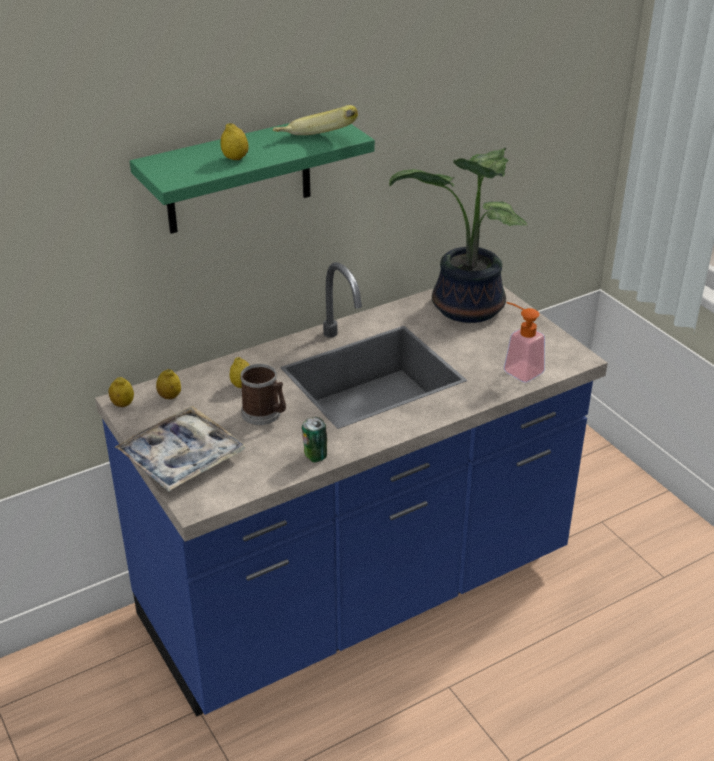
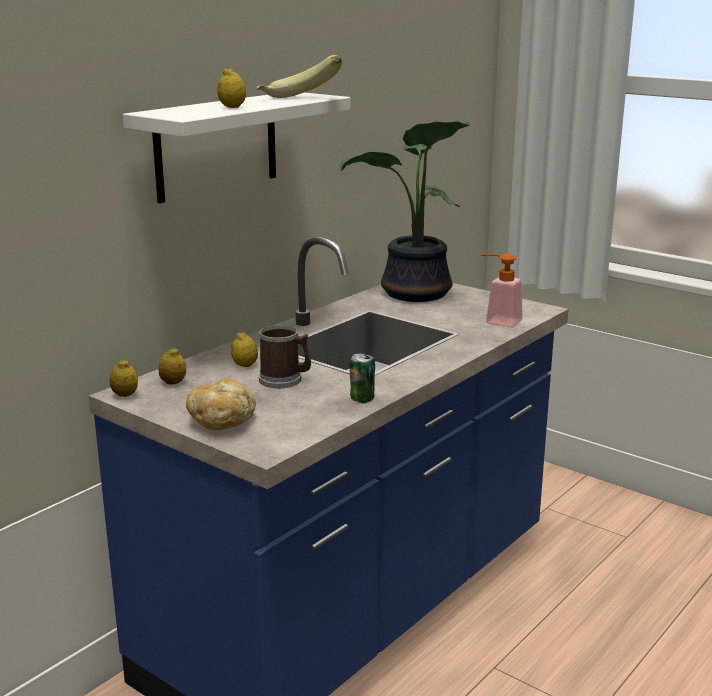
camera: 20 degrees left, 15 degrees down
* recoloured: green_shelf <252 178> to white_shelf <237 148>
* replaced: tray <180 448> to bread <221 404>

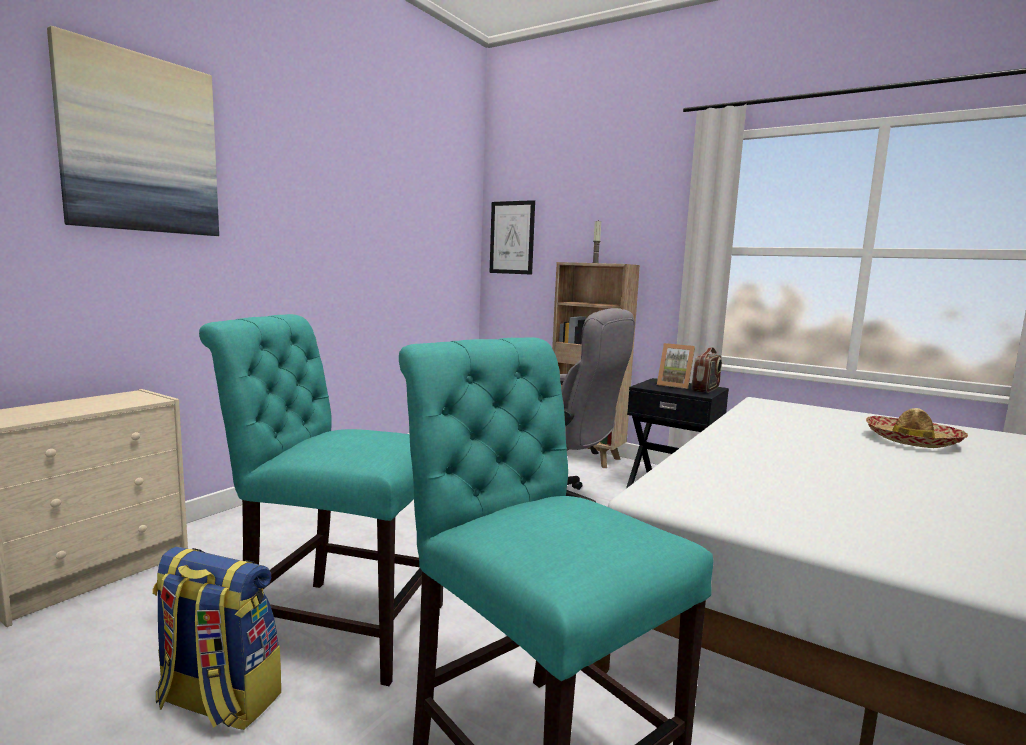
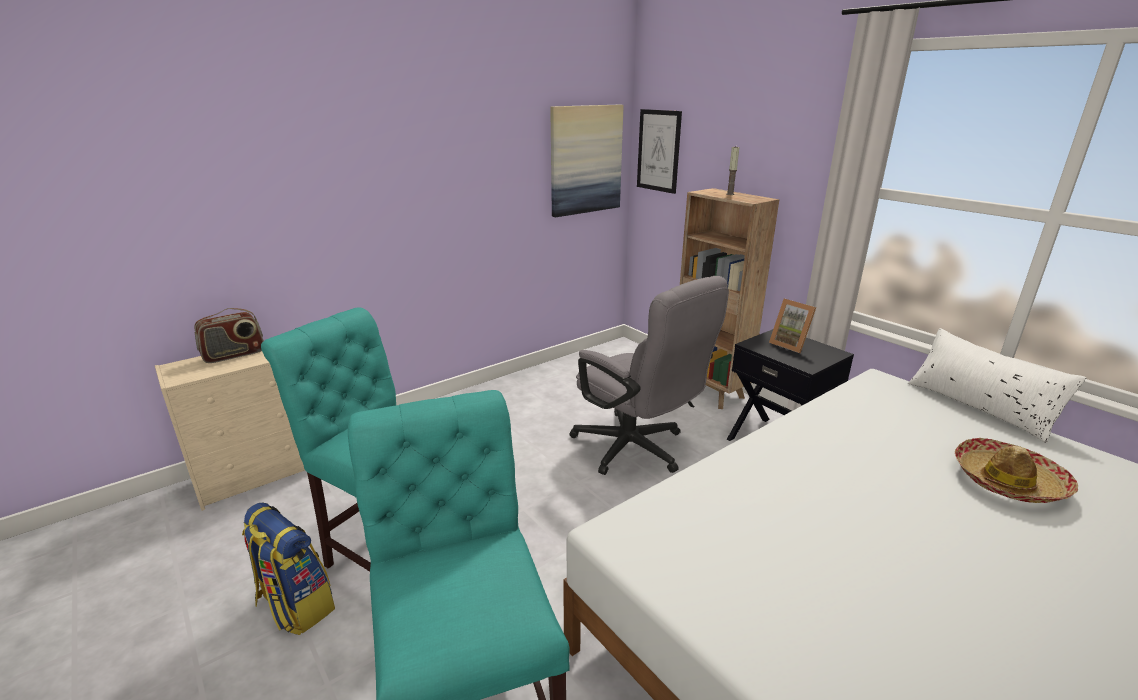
camera: 20 degrees right, 15 degrees up
* moved: radio <706 370> to <229 335>
* moved: picture <133 131> to <587 161>
* added: white_pillow <997 385>

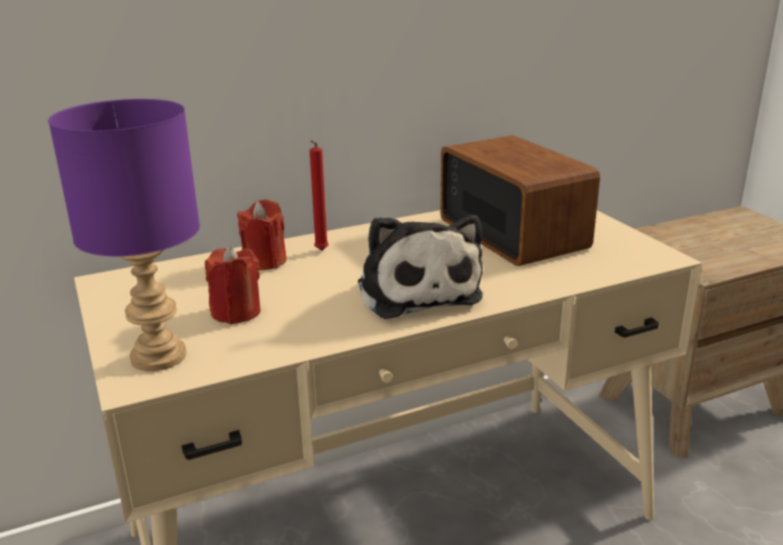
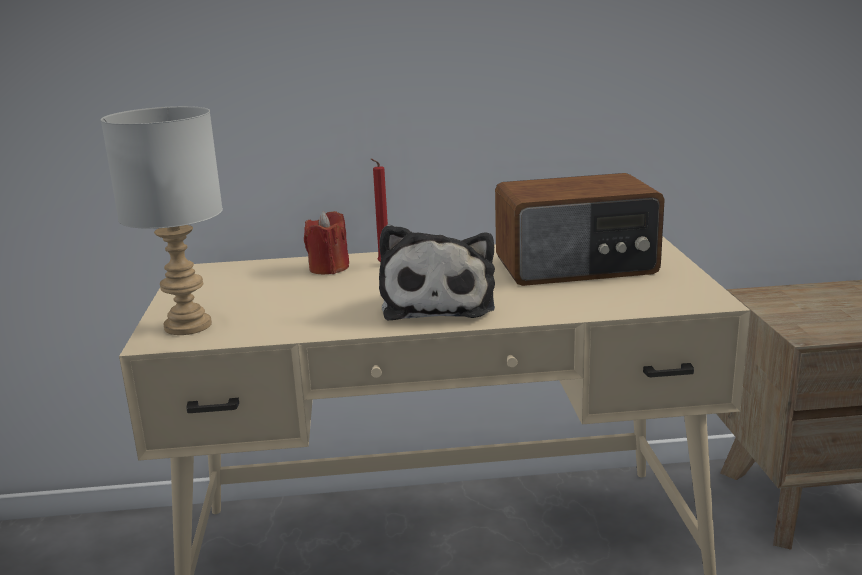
camera: 20 degrees right, 5 degrees down
* recoloured: purple_table_lamp <124 235> to grey_table_lamp <162 220>
* turned: radio <520 200> = <580 229> 90 degrees clockwise
* removed: red_candle <233 284>

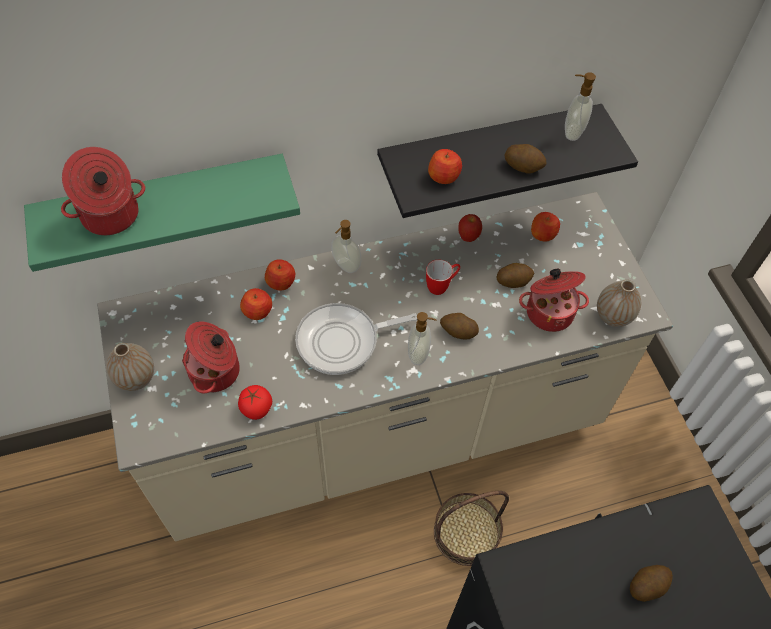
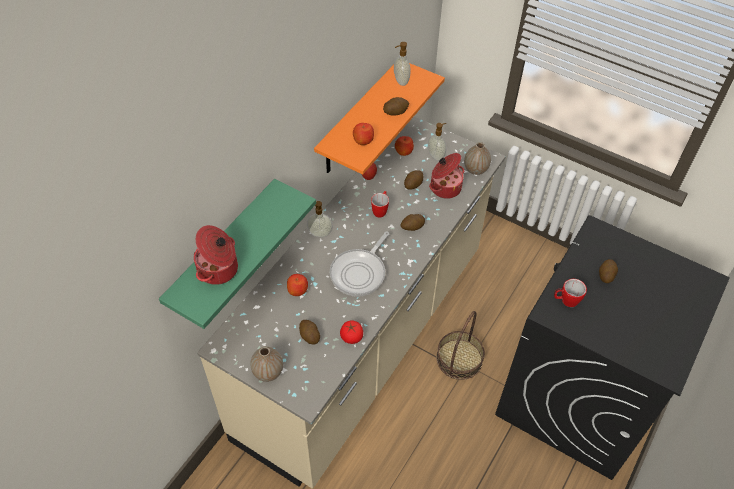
camera: 40 degrees left, 5 degrees down
* replaced: cooking_pot <211 357> to potato <309 332>
* recoloured: black_shelf <507 161> to orange_shelf <379 119>
* moved: soap_dispenser <422 338> to <437 142>
* added: mug <570 293>
* removed: apple <280 275>

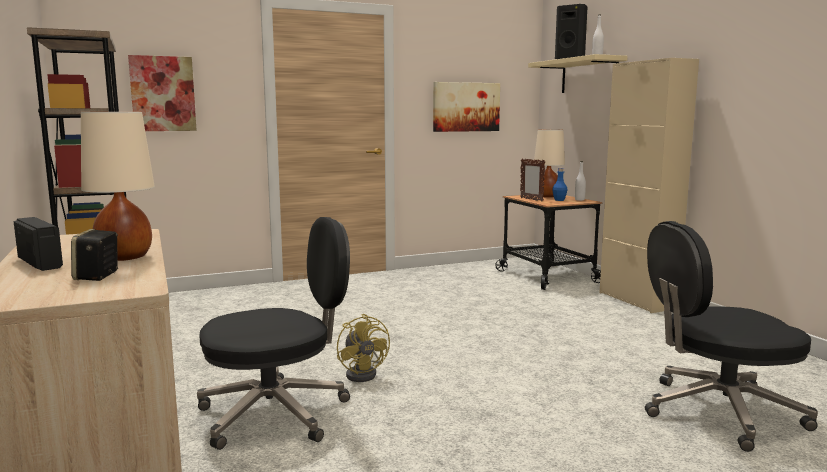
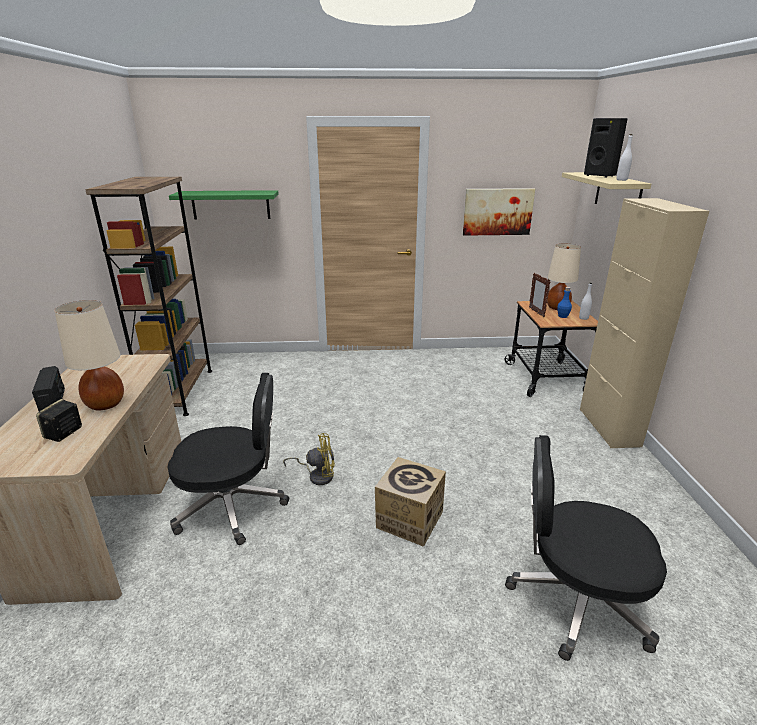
camera: 20 degrees right, 15 degrees up
* replaced: picture <162 93> to green_shelf <224 205>
* turned: yellow_fan <363 348> = <309 459> 90 degrees counterclockwise
* added: cardboard_box <410 502>

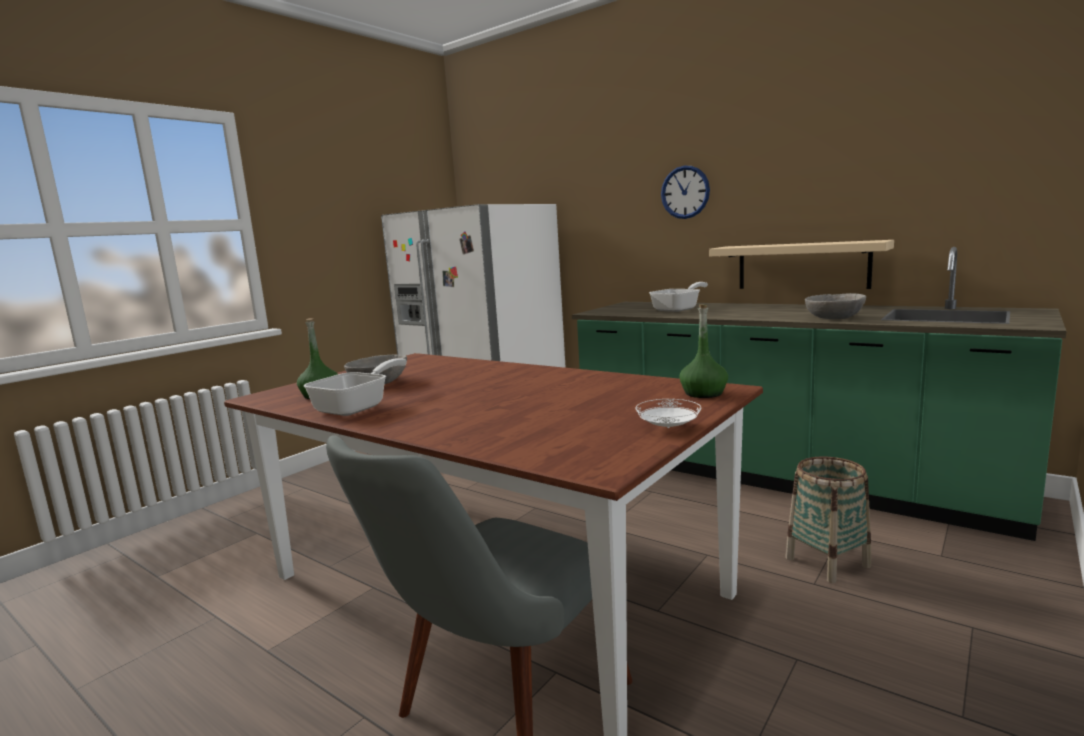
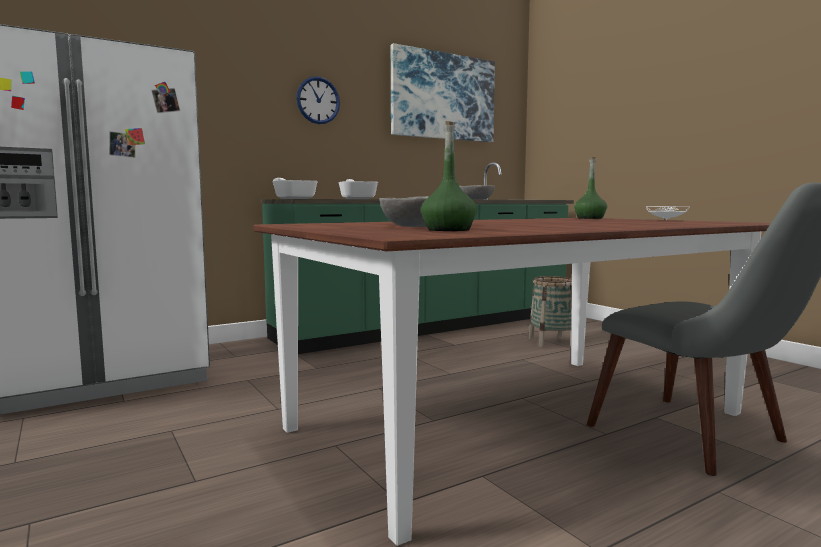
camera: 70 degrees left, 5 degrees down
* moved: frying_pan <355 387> to <295 188>
* added: picture <443 92>
* removed: beige_shelf <801 264>

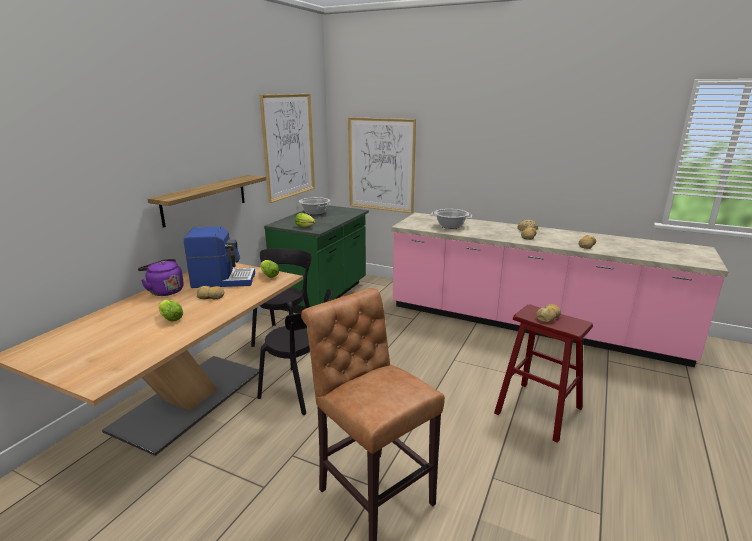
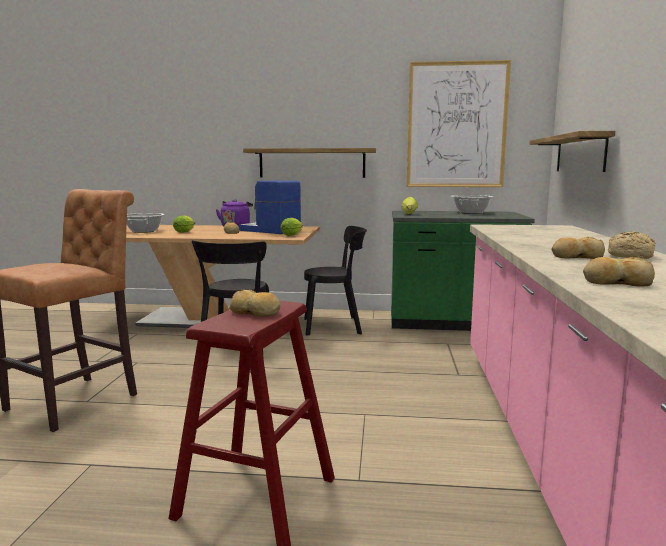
camera: 70 degrees right, 10 degrees down
* moved: cooking_pot <451 219> to <146 223>
* turned: coffee_machine <219 257> = <270 207> 150 degrees clockwise
* replaced: picture <382 165> to shelf <572 151>

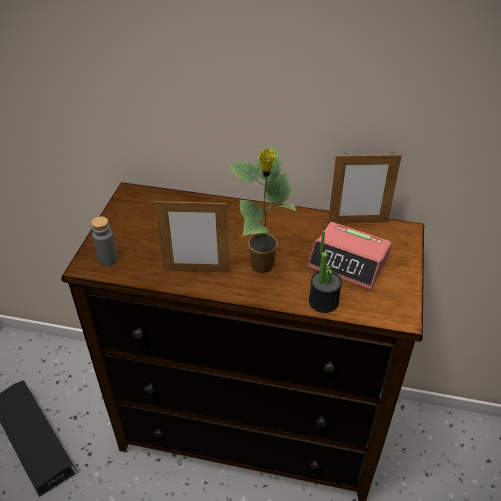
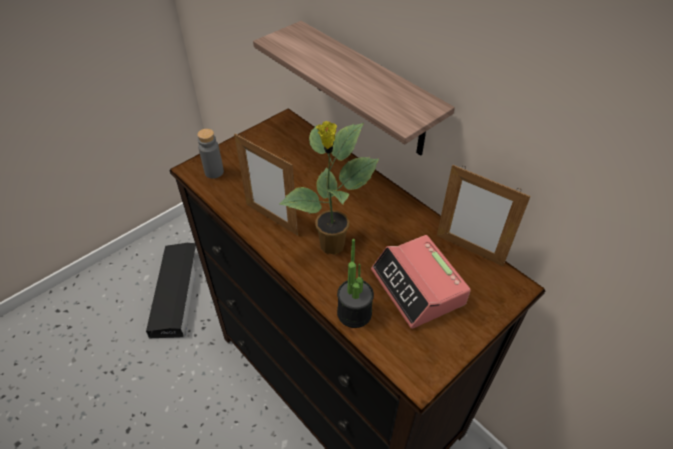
camera: 35 degrees right, 5 degrees up
* added: shelf <354 88>

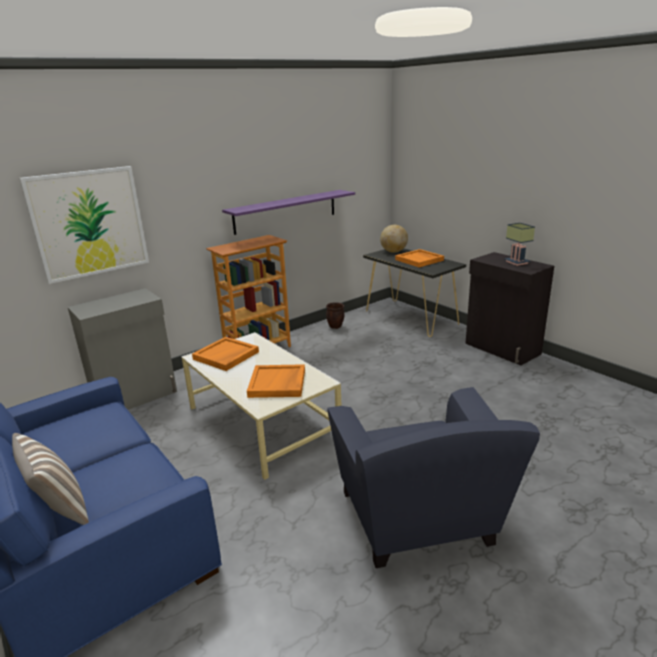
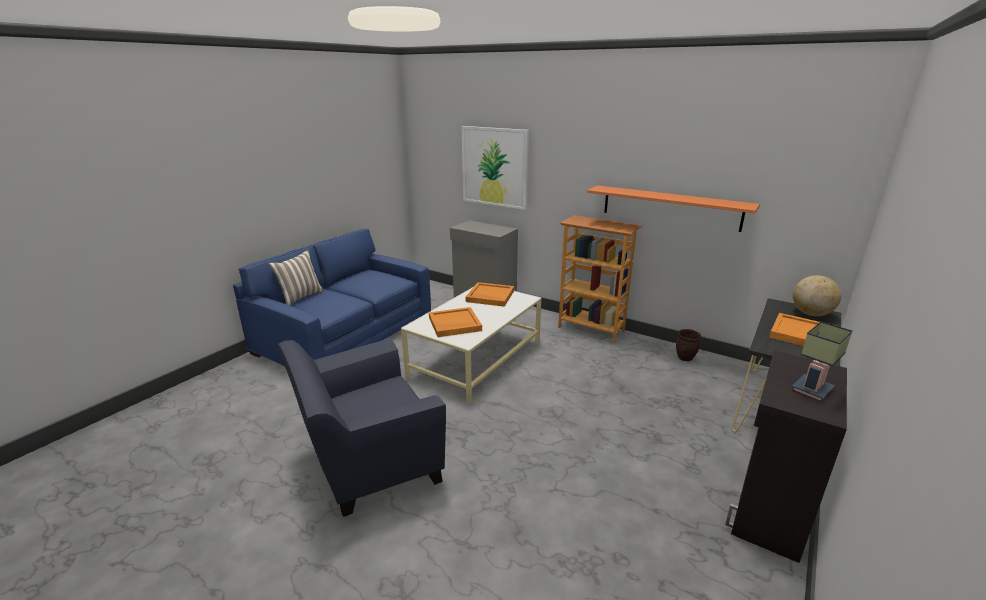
camera: 70 degrees right, 0 degrees up
* recoloured: purple_shelf <288 212> to orange_shelf <673 208>

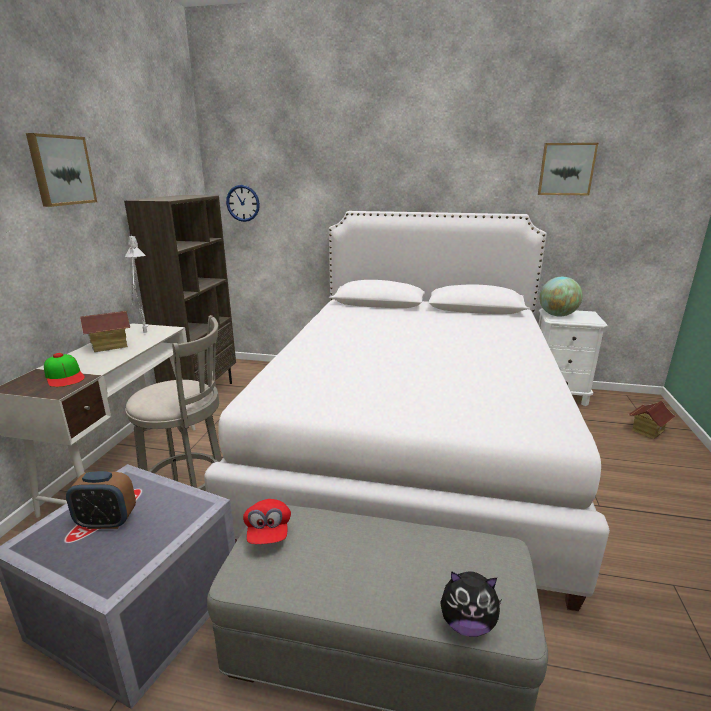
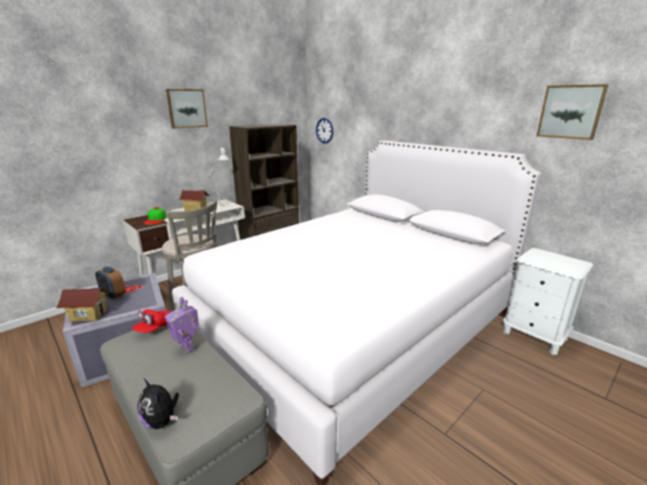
camera: 35 degrees right, 0 degrees up
* moved: toy_house <652 420> to <83 305>
* added: toy_robot <182 325>
* removed: globe <561 296>

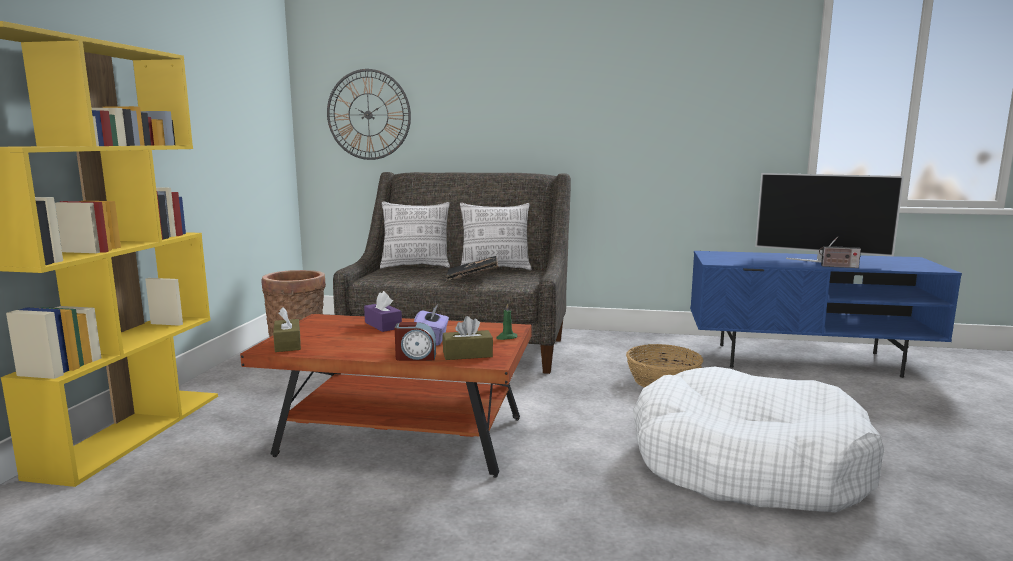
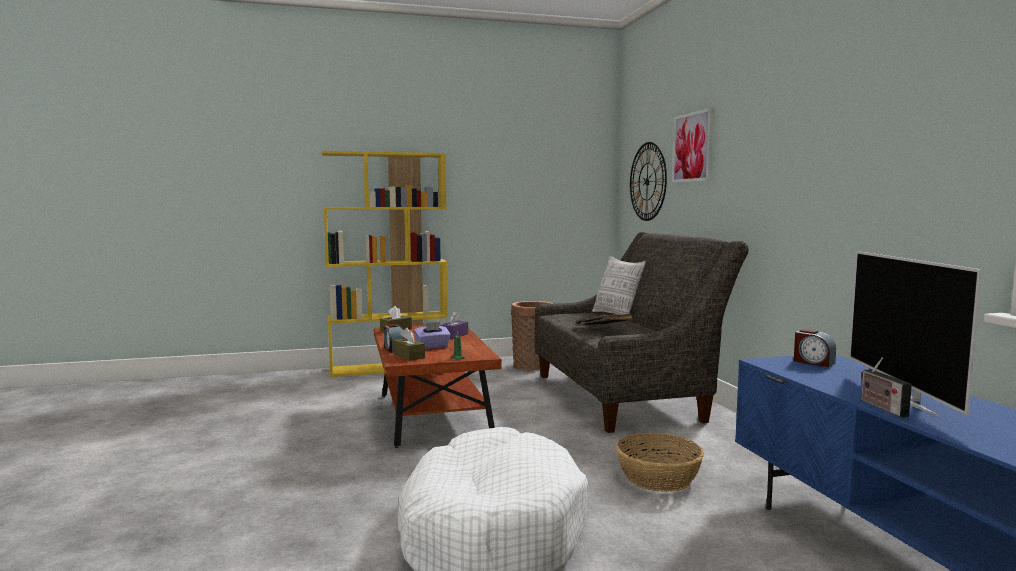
camera: 65 degrees right, 5 degrees down
* added: picture <692 145>
* added: alarm_clock <815 348>
* removed: pillow <496 236>

